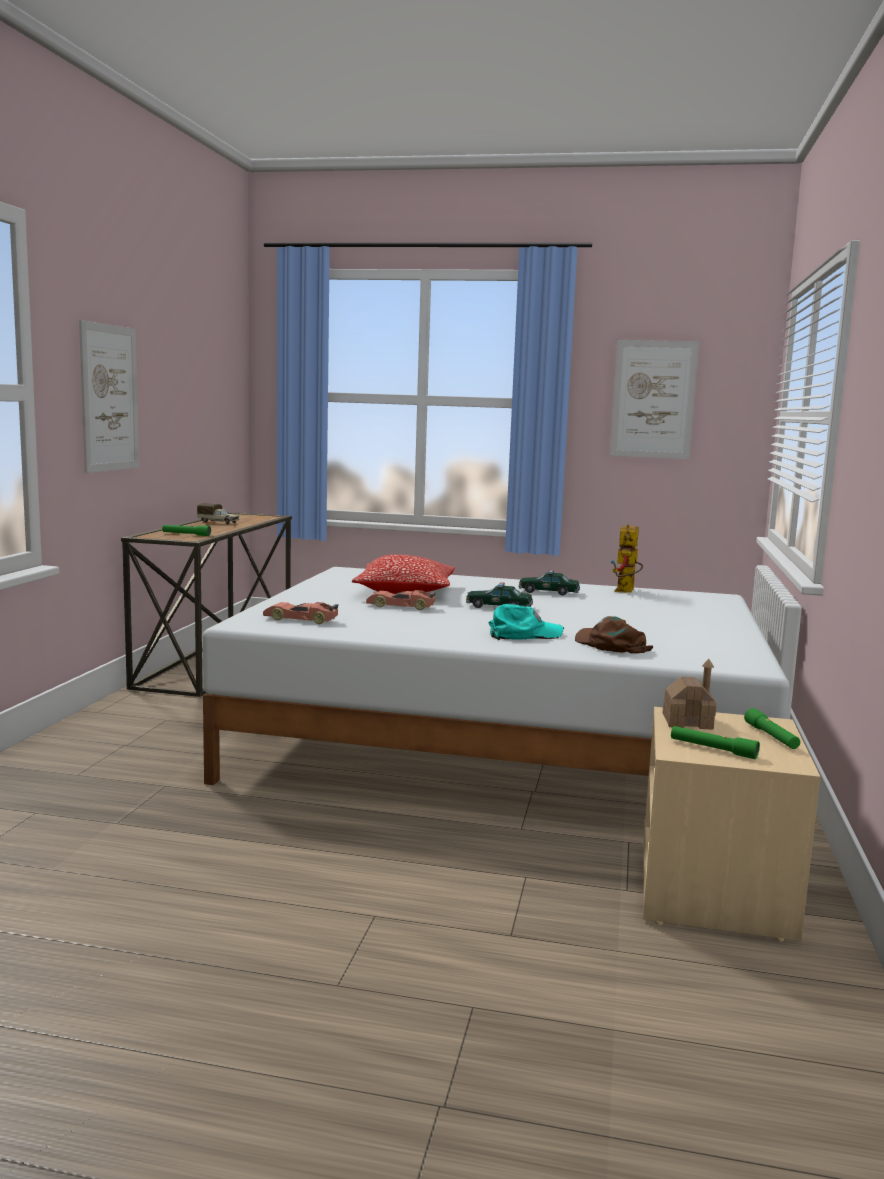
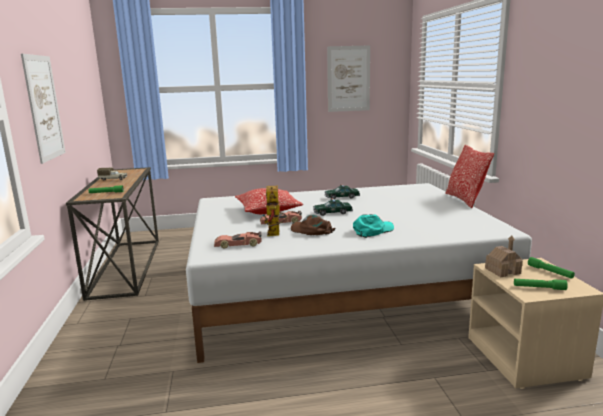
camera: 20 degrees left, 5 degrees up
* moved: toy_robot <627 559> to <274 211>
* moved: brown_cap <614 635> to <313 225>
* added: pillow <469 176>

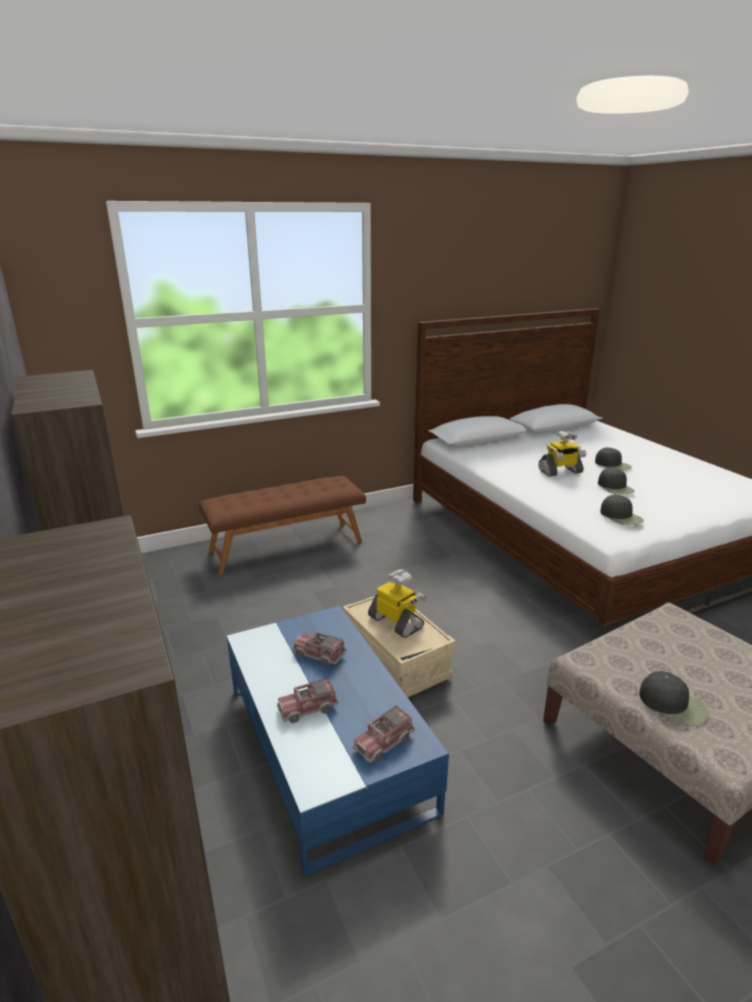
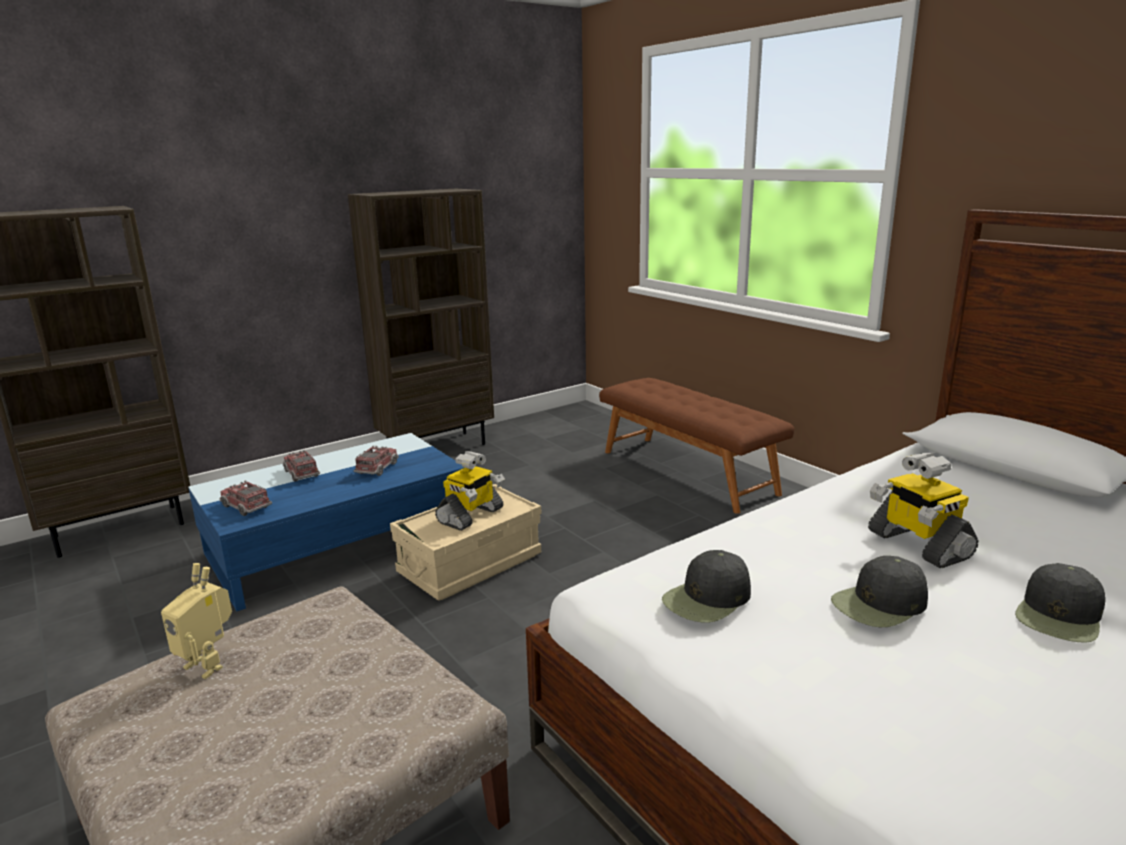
camera: 80 degrees right, 5 degrees down
* replaced: black_cap <674 698> to toy_robot <196 621>

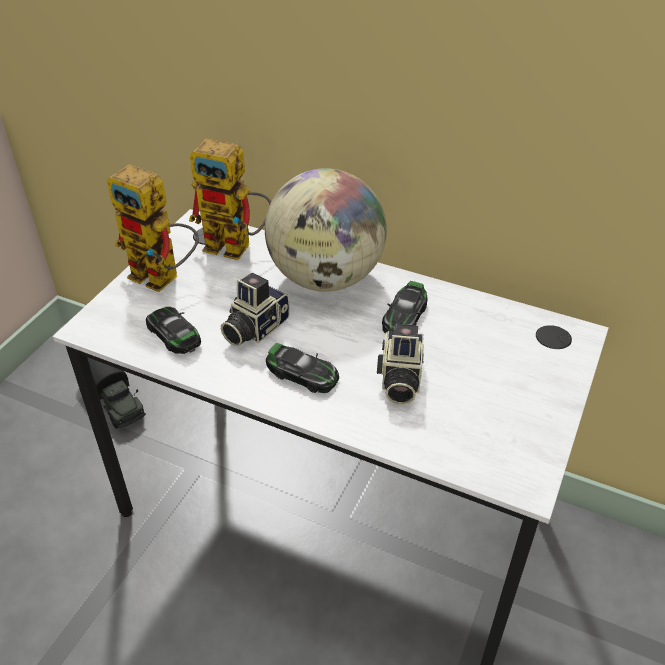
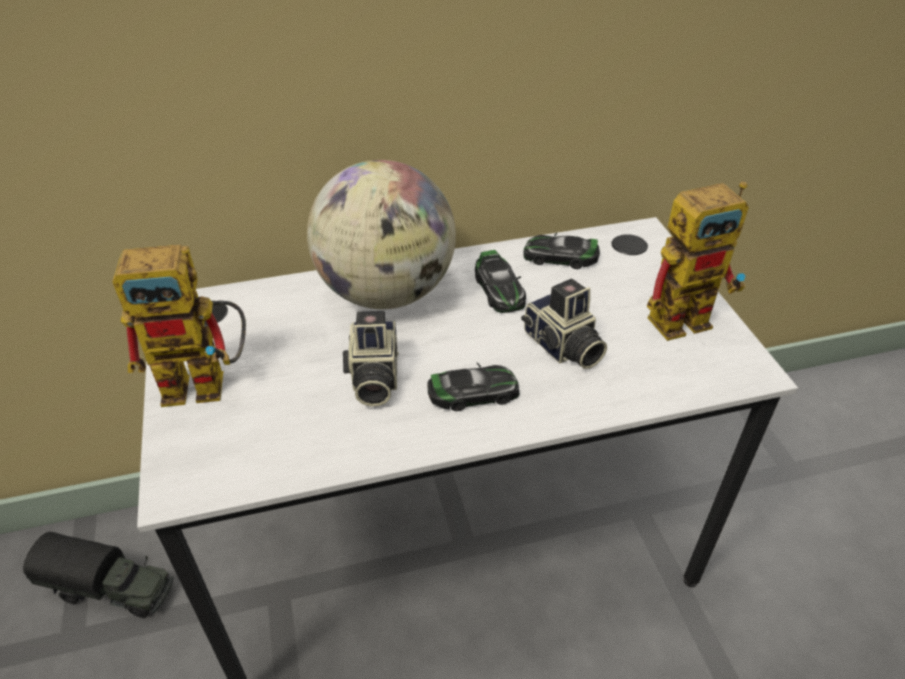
camera: 40 degrees left, 0 degrees up
* moved: toy_car <173 330> to <561 251>
* moved: toy_robot <230 199> to <698 261>

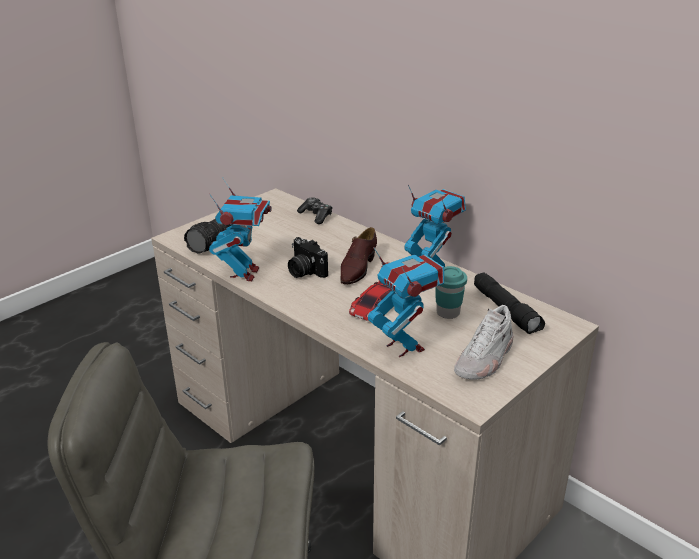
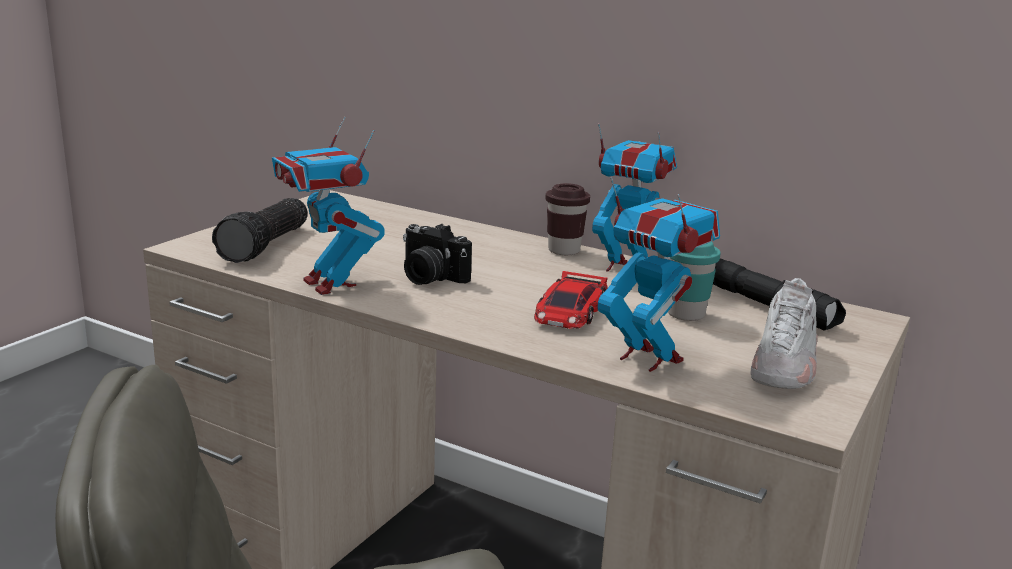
camera: 15 degrees left, 10 degrees down
* turned: toy_robot <240 229> = <328 206> 150 degrees clockwise
* added: brown_cup <567 219>
* removed: game_controller <314 210>
* removed: brown_shoe <358 255>

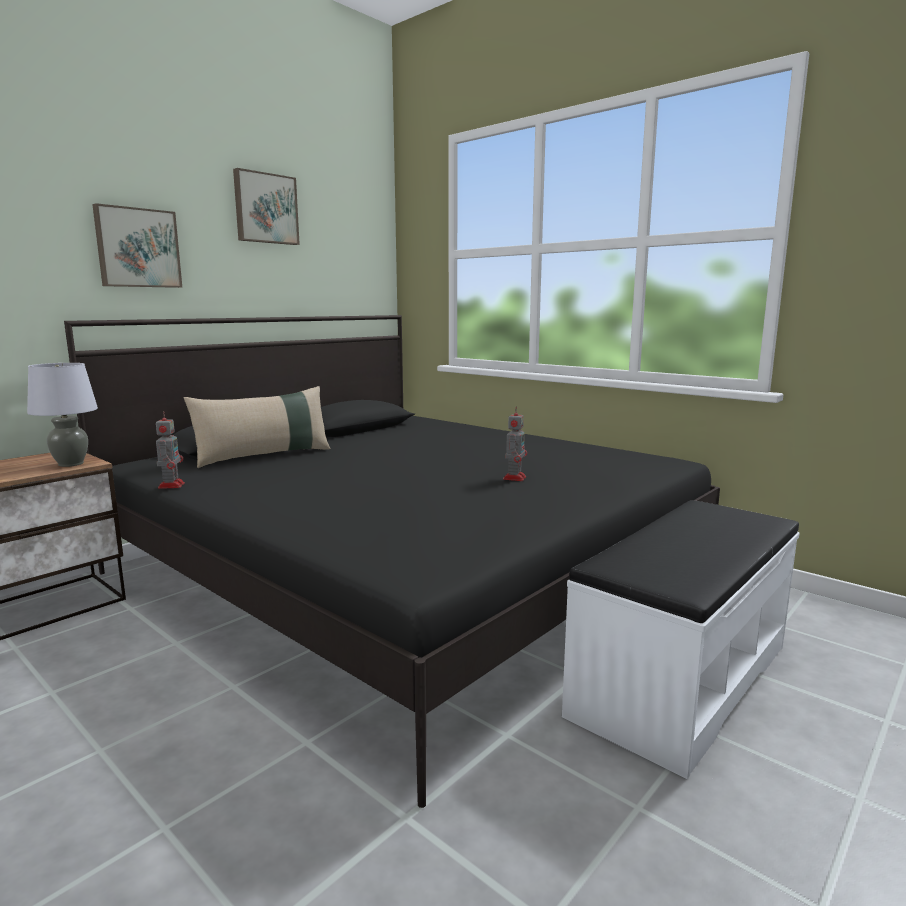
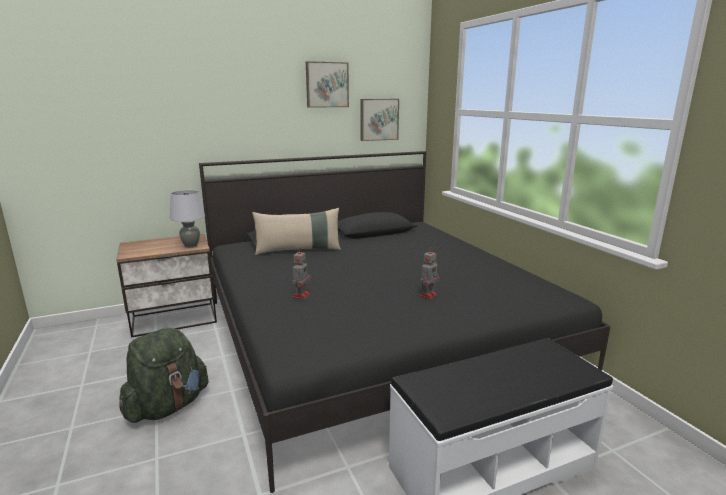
camera: 25 degrees right, 5 degrees up
* added: green_backpack <164 375>
* moved: toy_robot <170 450> to <302 273>
* moved: picture <137 245> to <379 120>

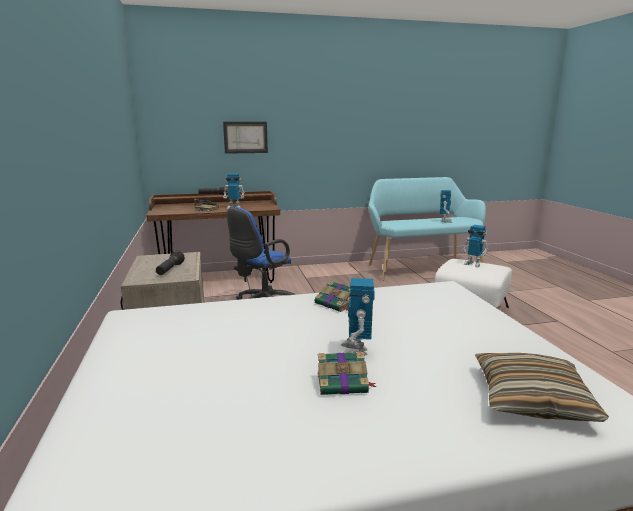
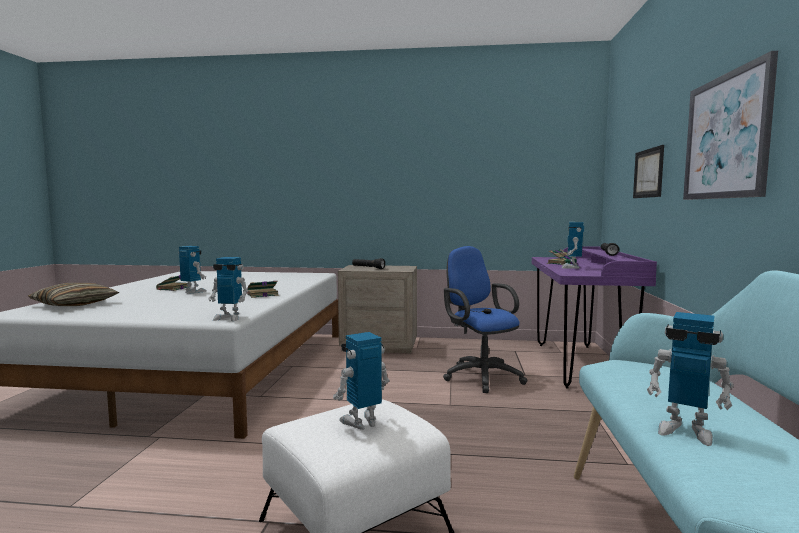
camera: 110 degrees right, 10 degrees down
* added: toy_robot <228 289>
* recoloured: brown_desk <213 237> to purple_desk <594 317>
* added: picture <730 125>

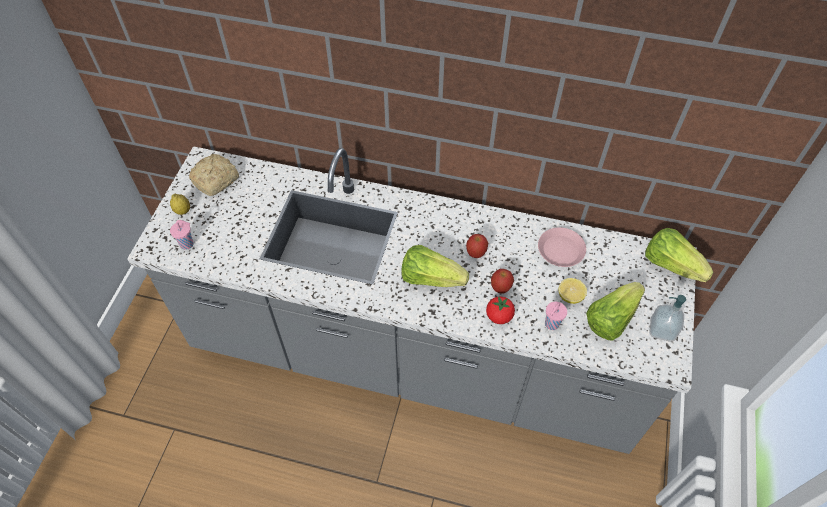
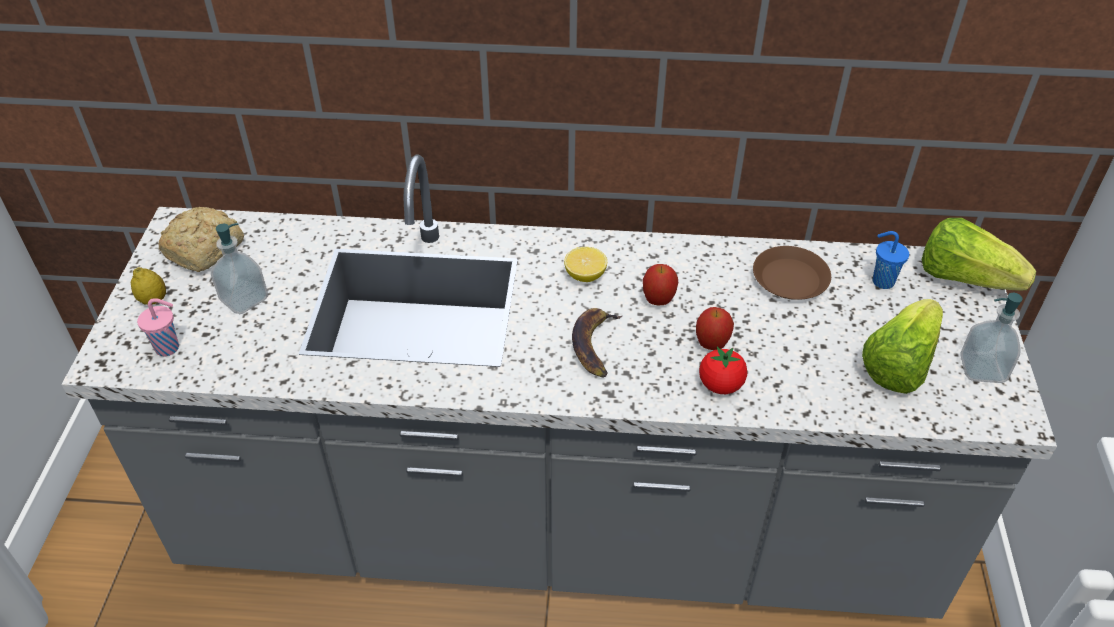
camera: 10 degrees left, 10 degrees down
* added: soap_dispenser <239 268>
* moved: lemon <573 291> to <585 264>
* replaced: lettuce <435 266> to banana <597 343>
* recoloured: pink_plate <562 247> to brown_plate <792 273>
* added: blue_cup <890 260>
* removed: pink_cup <556 316>

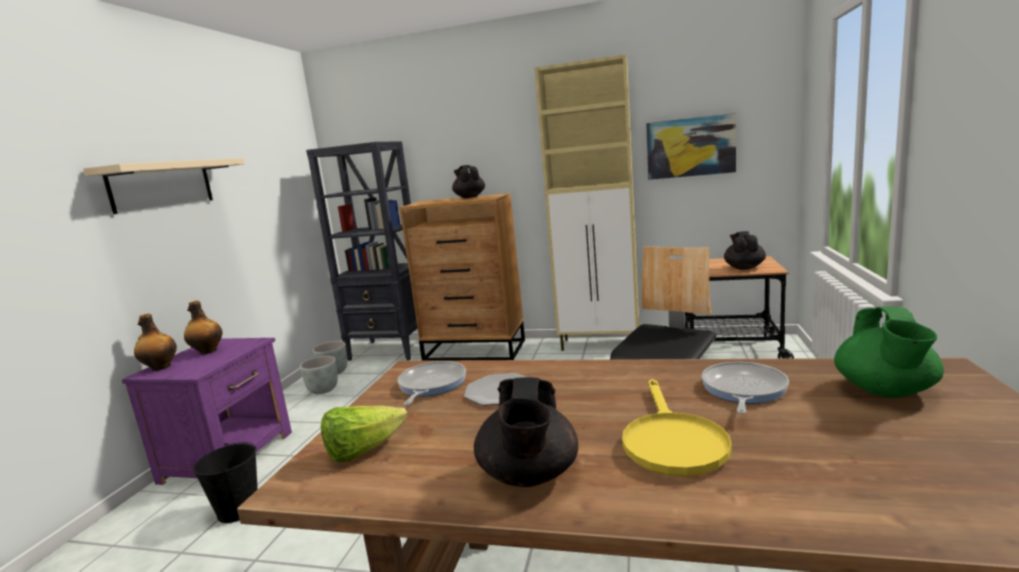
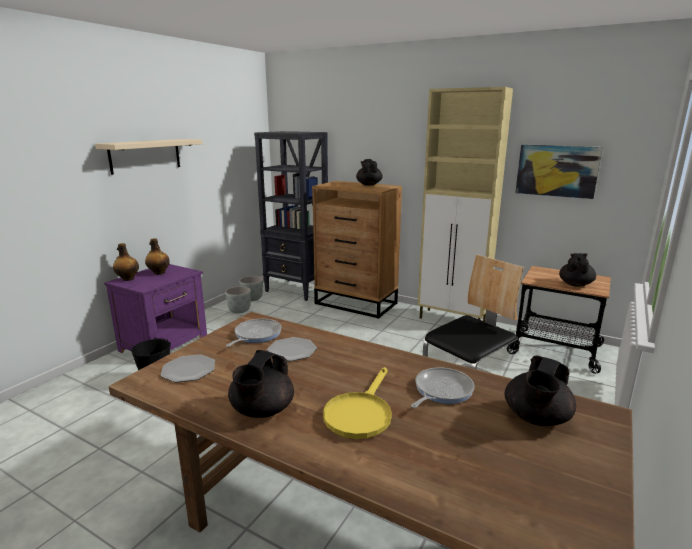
camera: 15 degrees right, 5 degrees up
* replaced: lettuce <364 434> to plate <187 368>
* recoloured: green_teapot <889 352> to black_teapot <540 391>

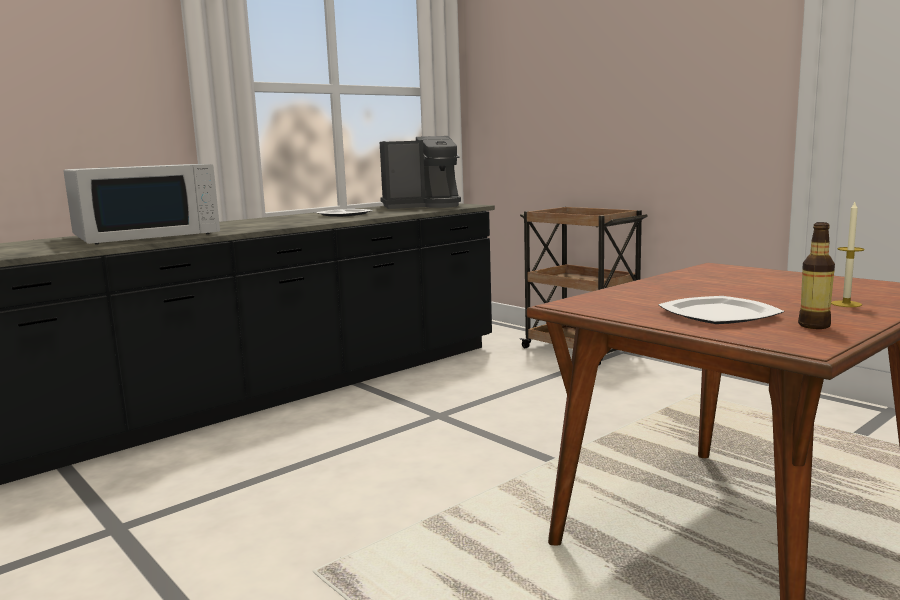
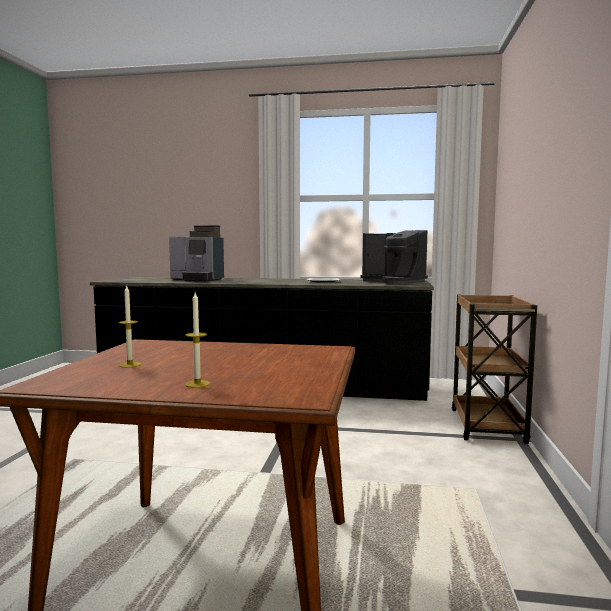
camera: 50 degrees right, 5 degrees down
* replaced: plate <721 310> to candle <129 326>
* replaced: white_microwave <142 204> to coffee_machine <196 253>
* removed: bottle <816 275>

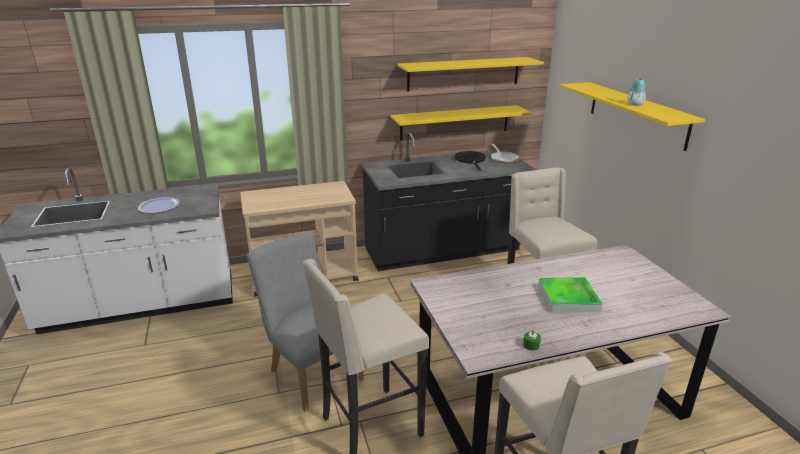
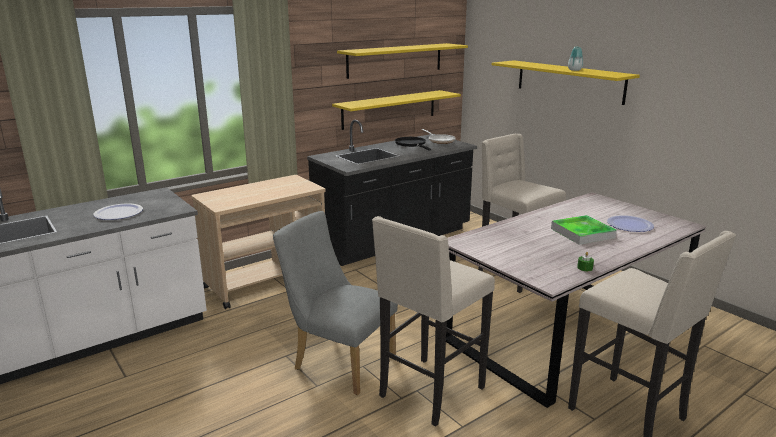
camera: 20 degrees left, 5 degrees down
* added: plate <630 223>

